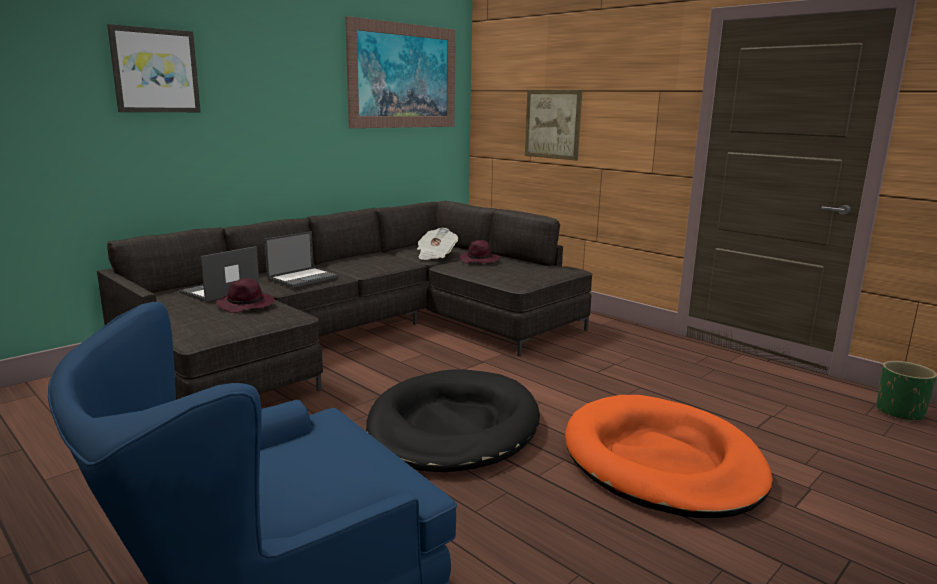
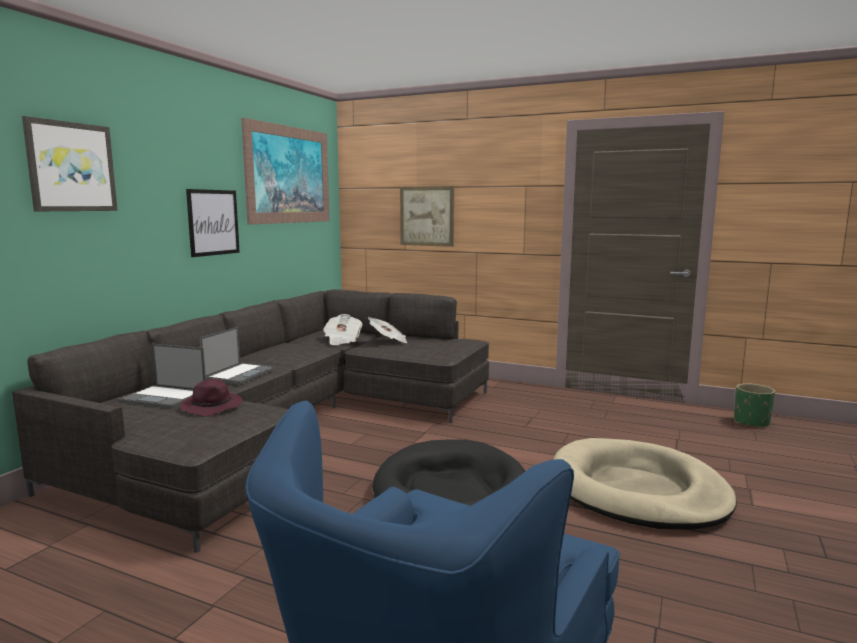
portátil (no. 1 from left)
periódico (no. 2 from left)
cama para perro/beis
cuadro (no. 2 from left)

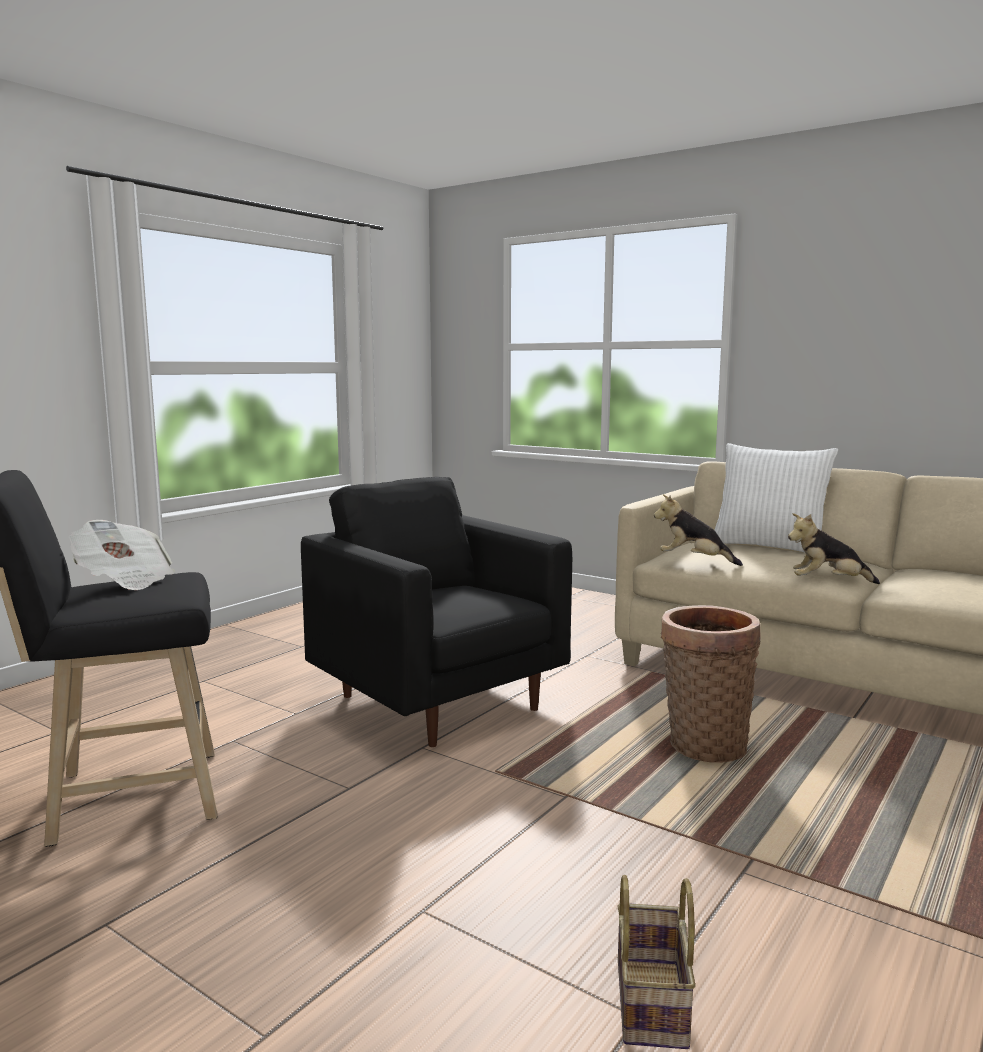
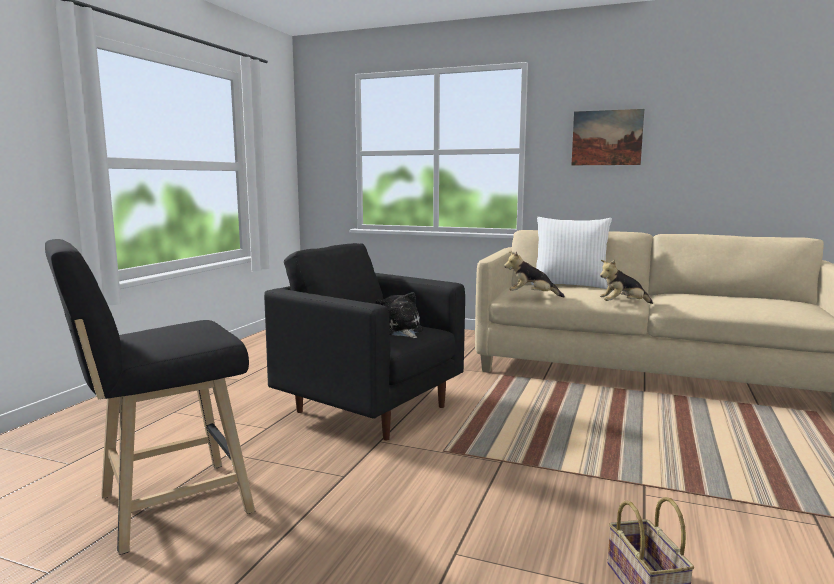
periódico
cesta (no. 2 from left in the first image)
peluche (no. 1 from left)
cuadro

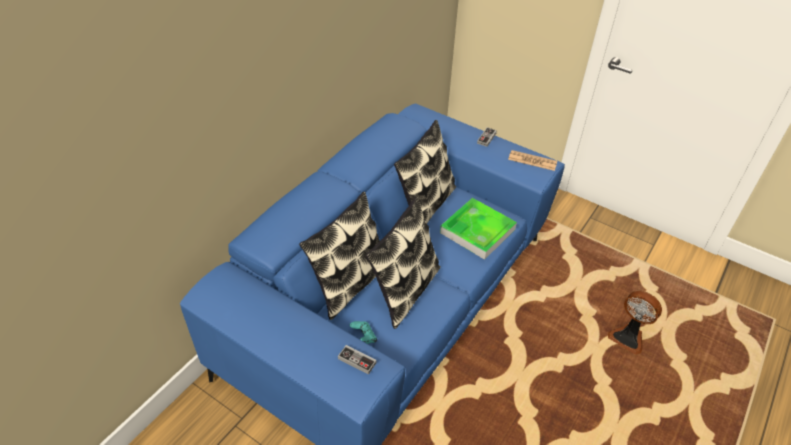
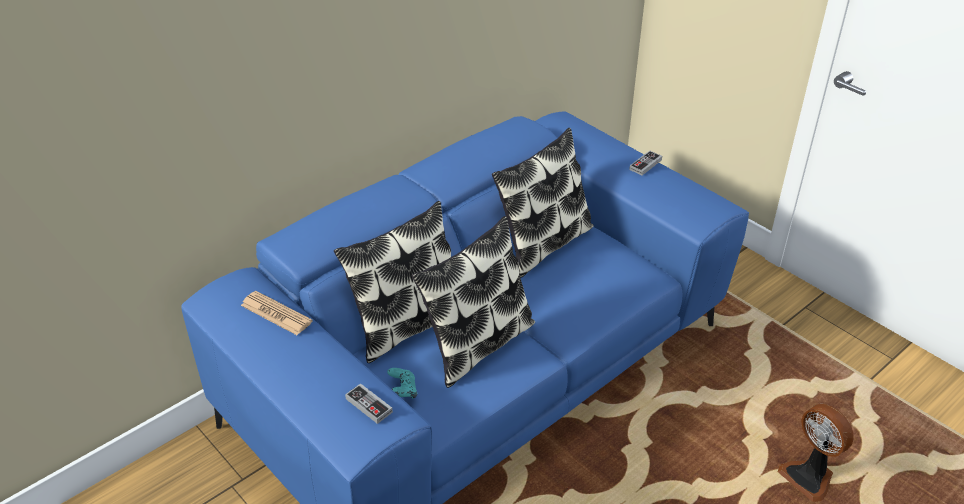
bandeja
periódico

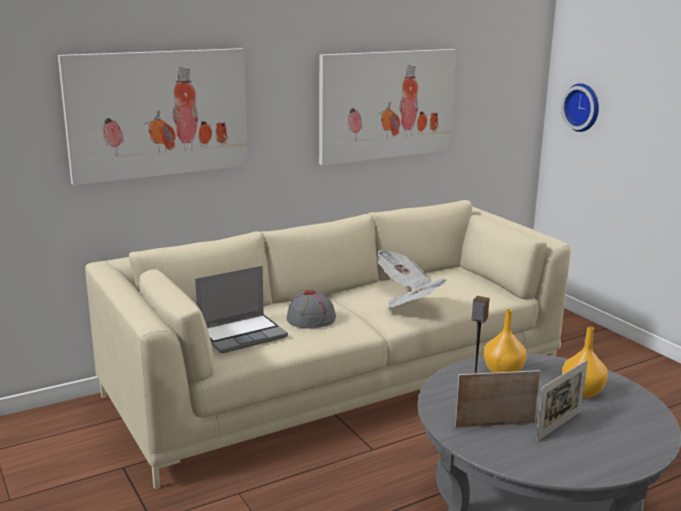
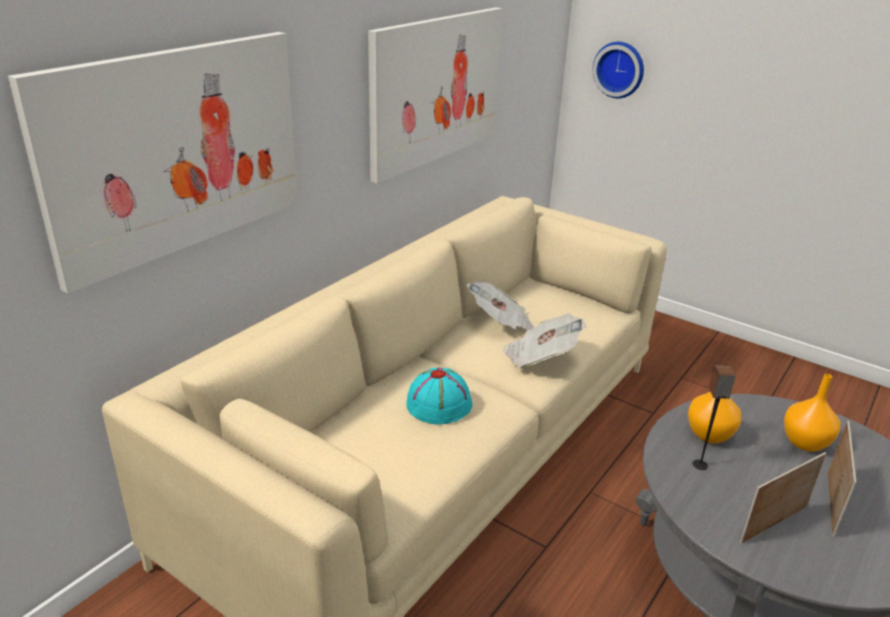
portátil
sombrero/turquesa

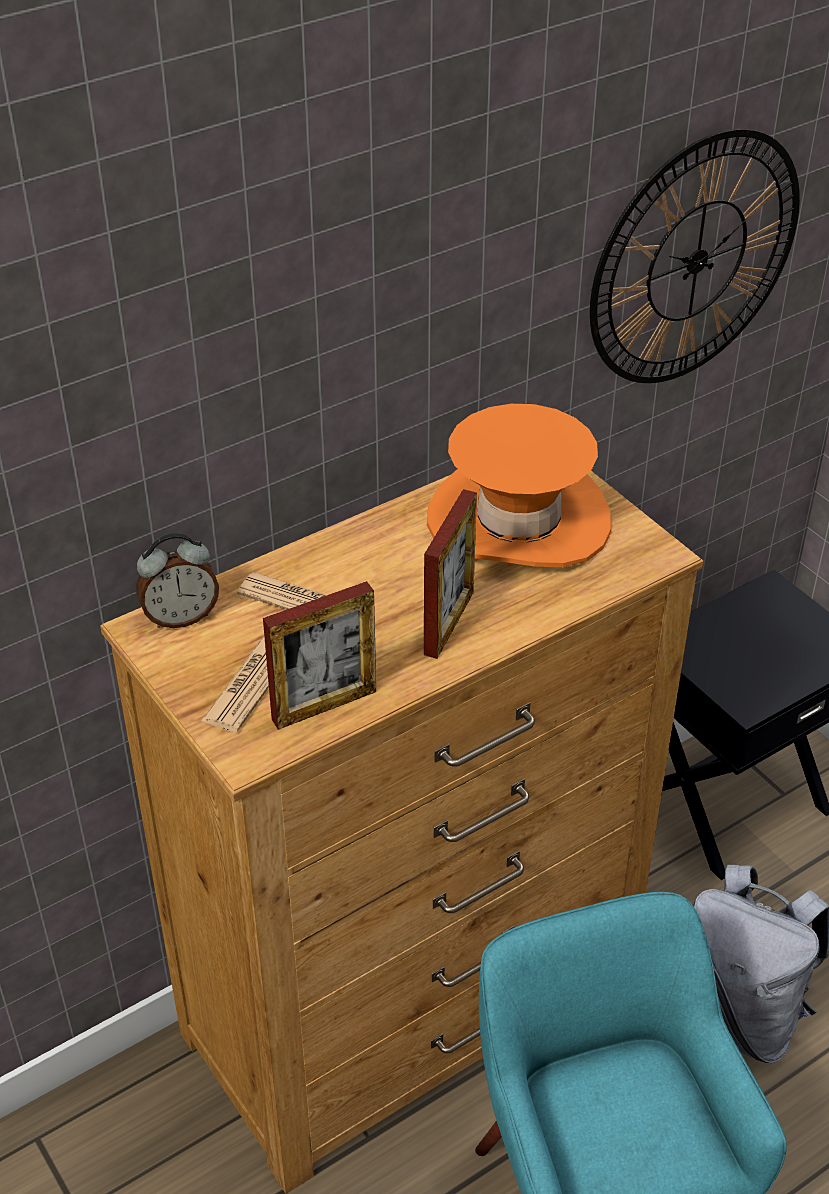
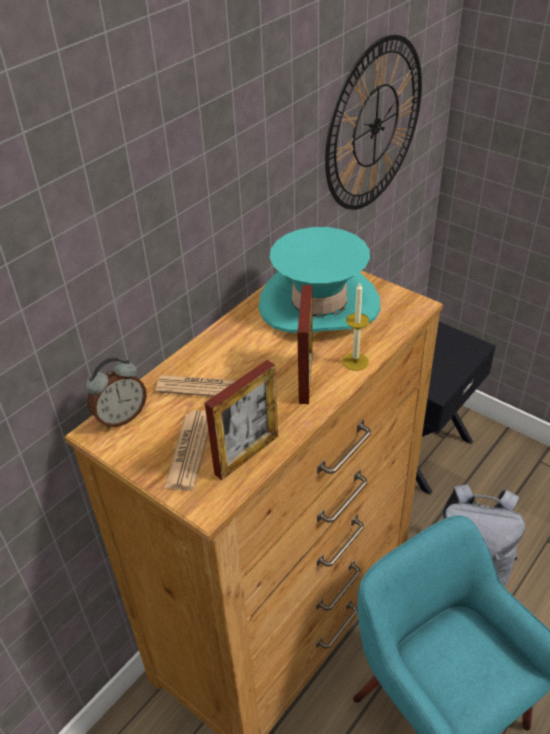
sombrero/turquesa
vela

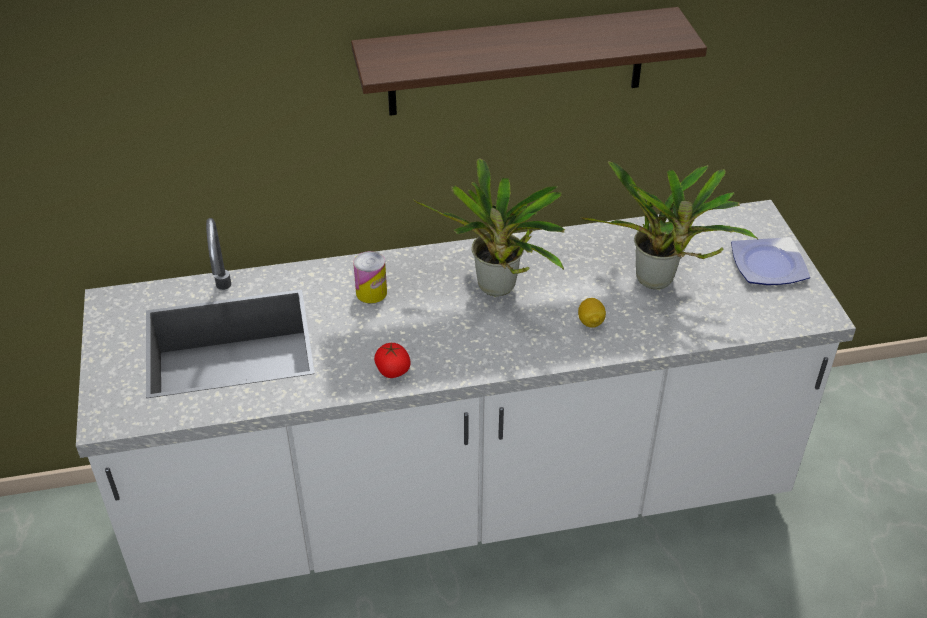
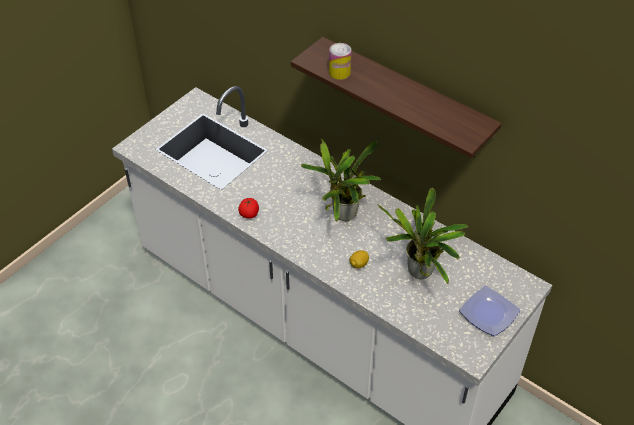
lata

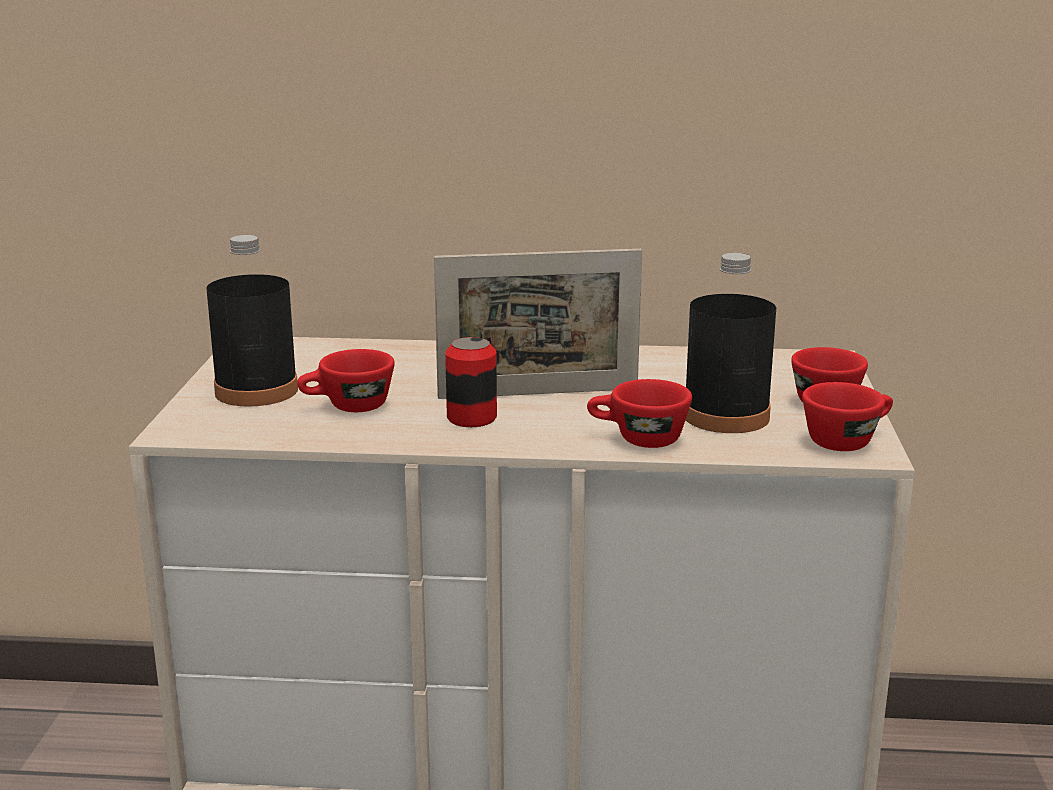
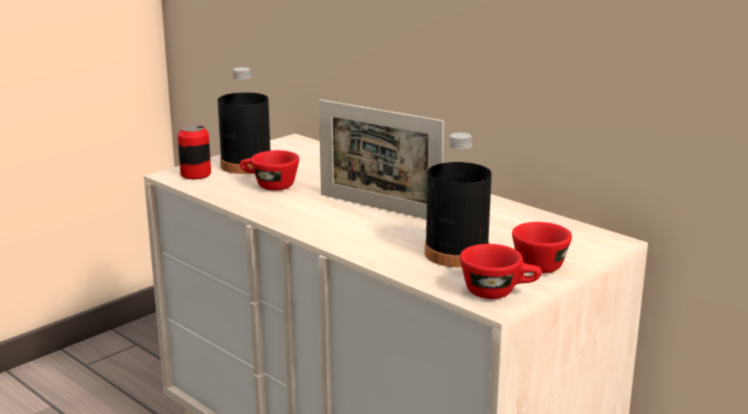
lata
taza/rojo (no. 2 from left in the first image)

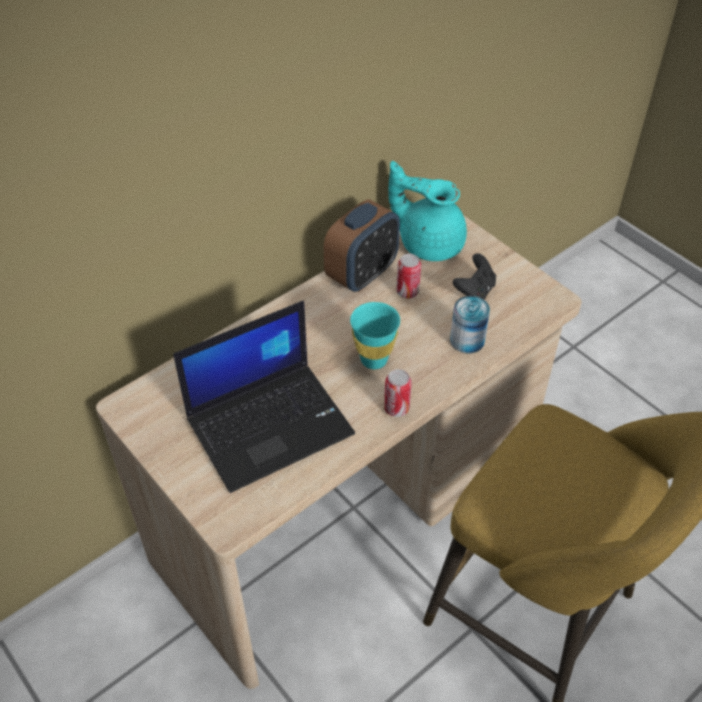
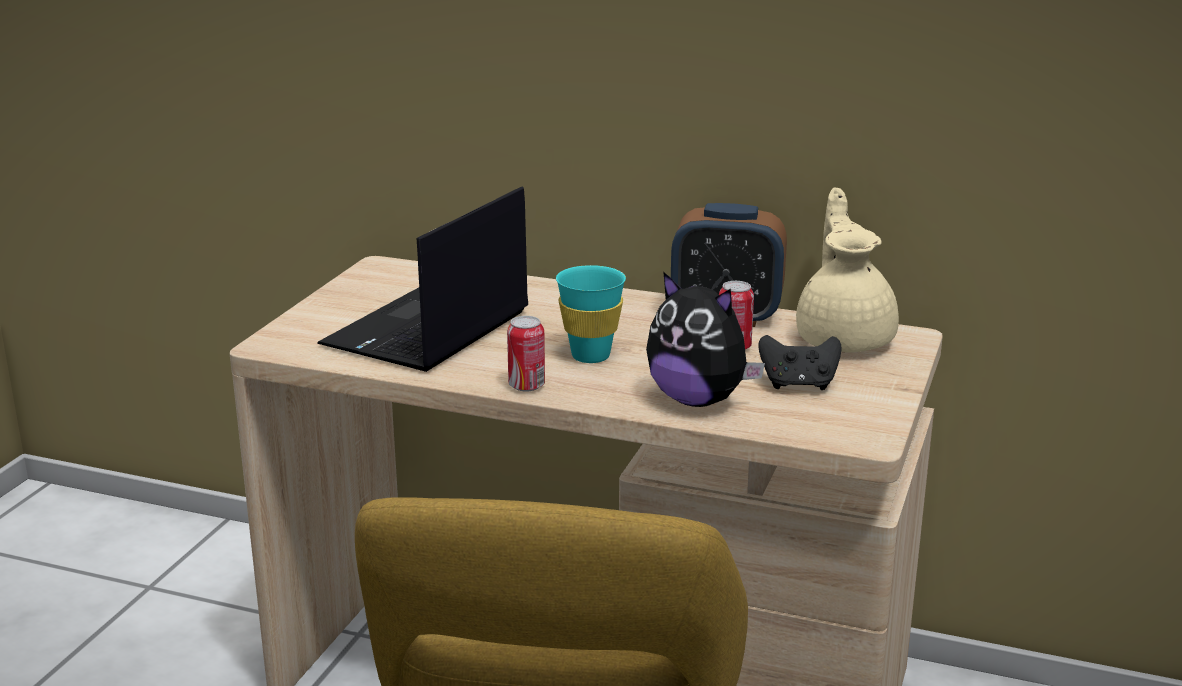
portátil
tetera/beis
peluche

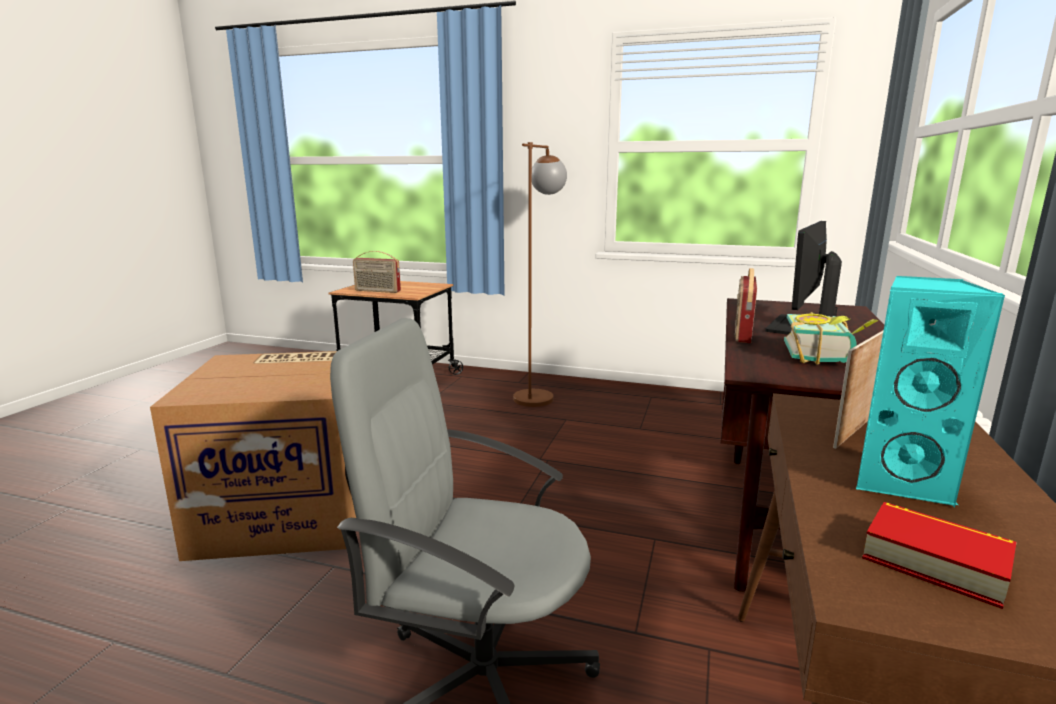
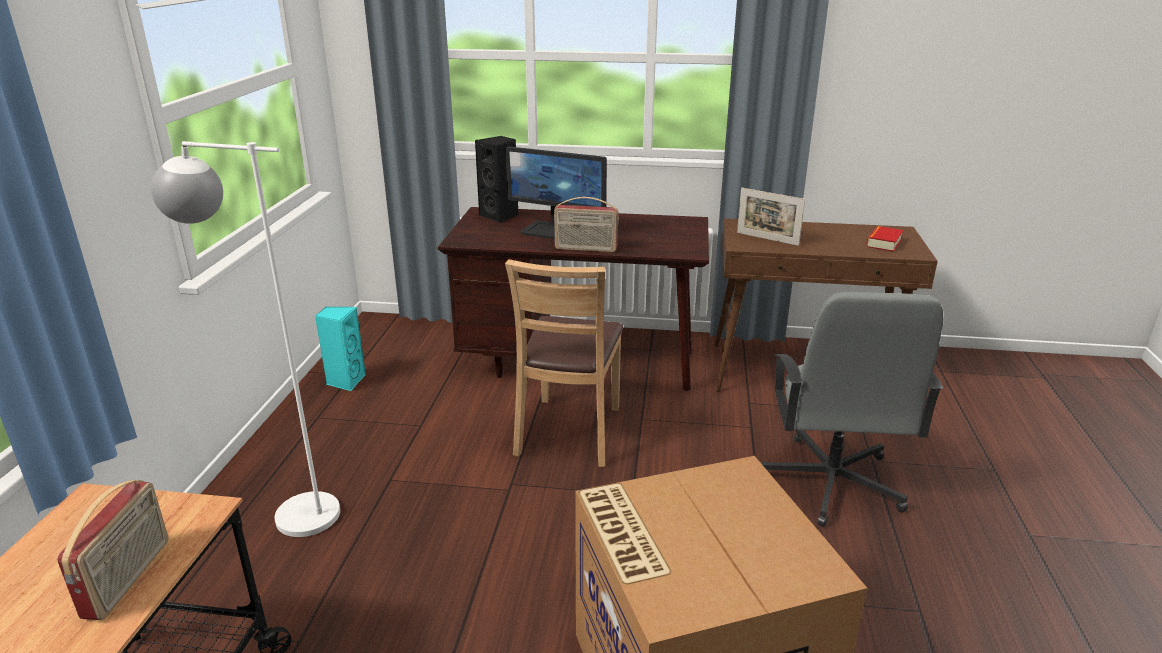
lámpara de pie/blanco
libro (no. 1 from left in the first image)
altavoz/turquesa
altavoz/negro
silla/marrón

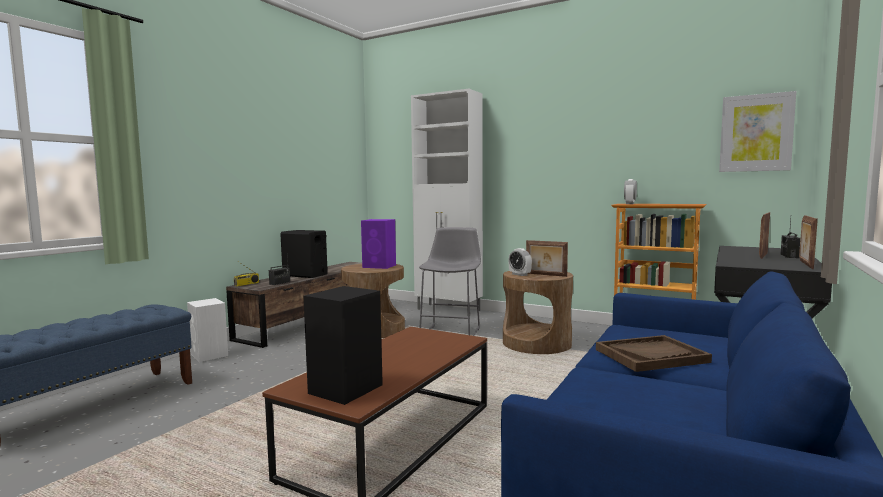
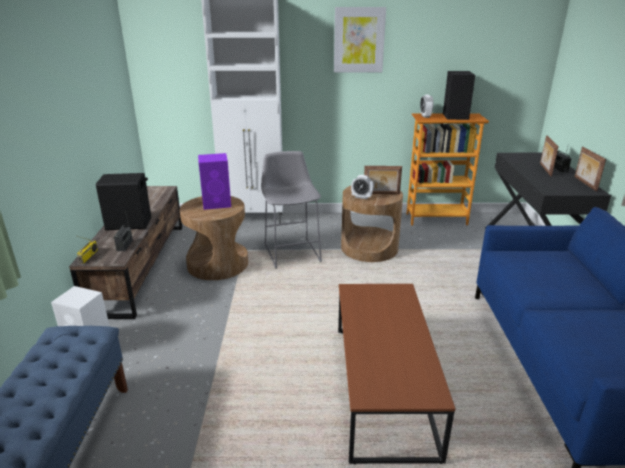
altavoz/negro (no. 2 from left)
bandeja/marrón
cuadro

